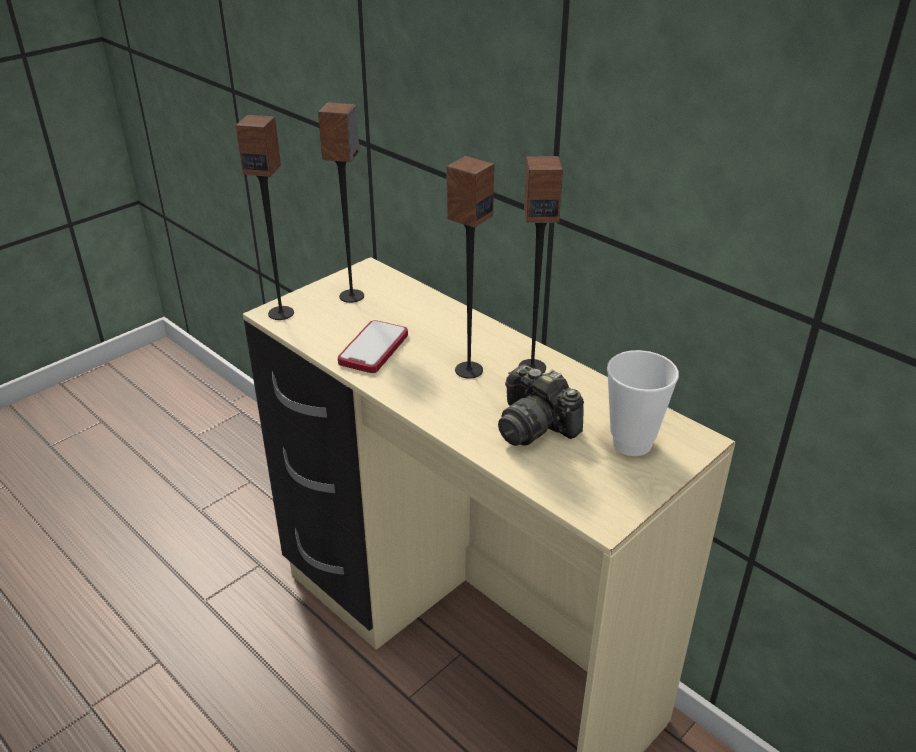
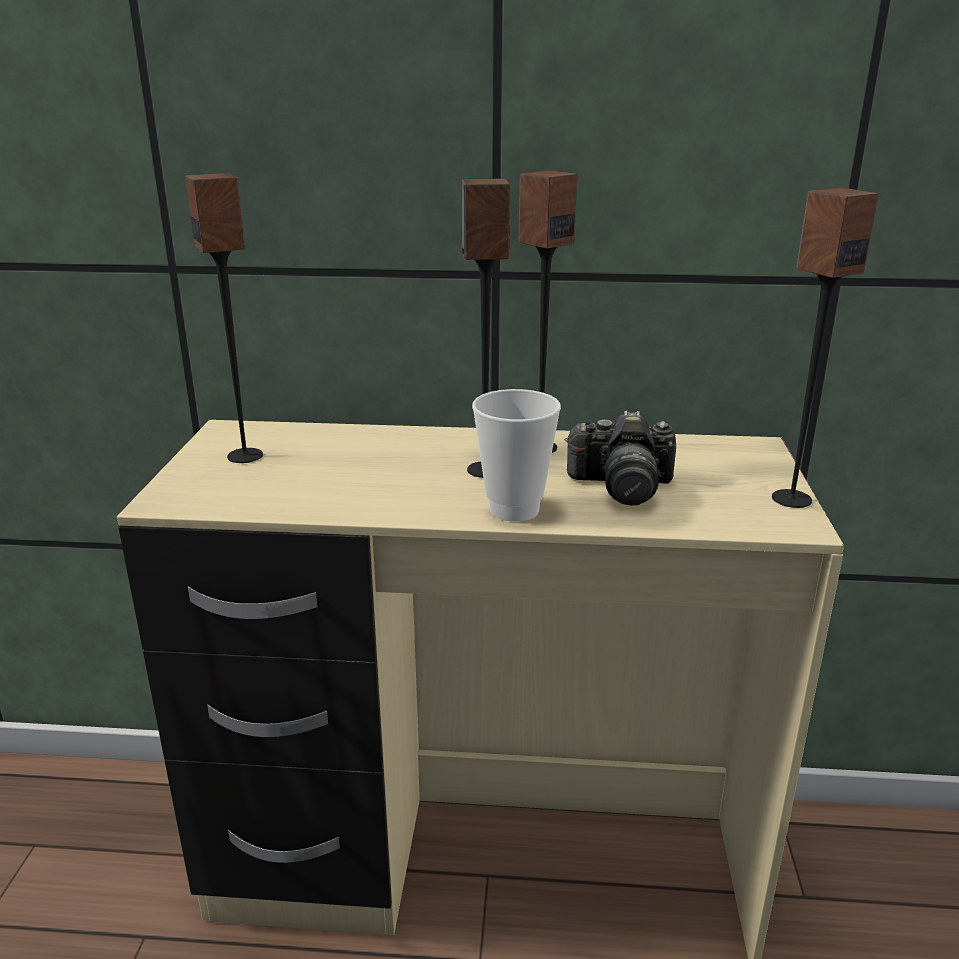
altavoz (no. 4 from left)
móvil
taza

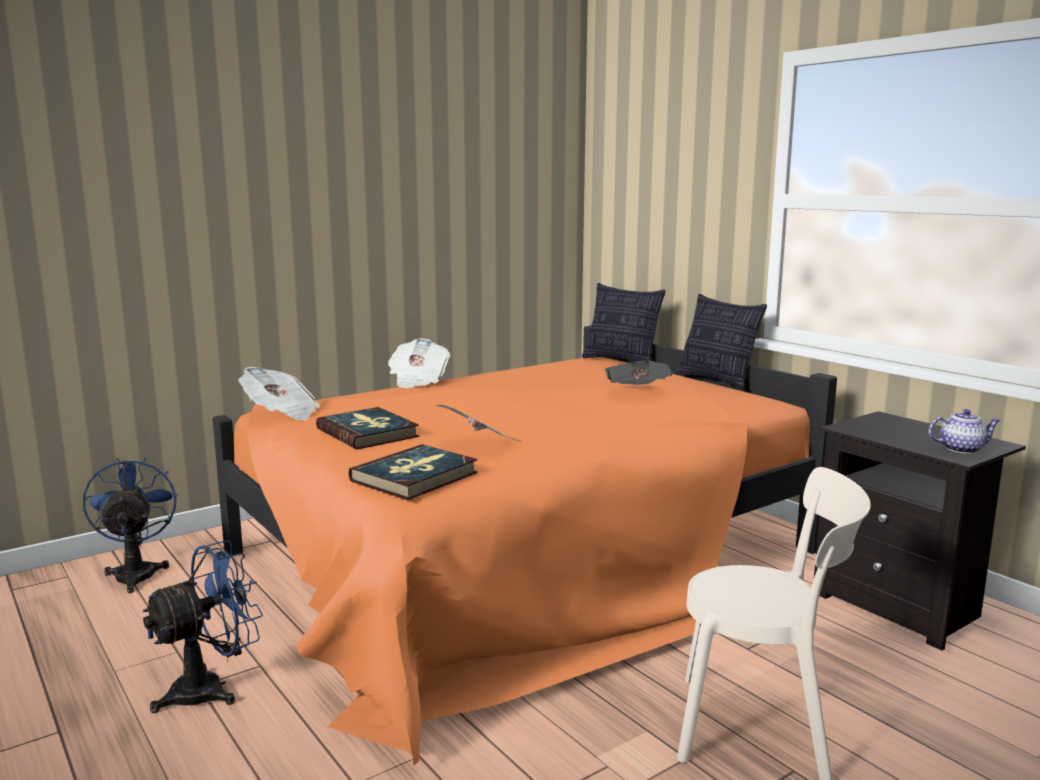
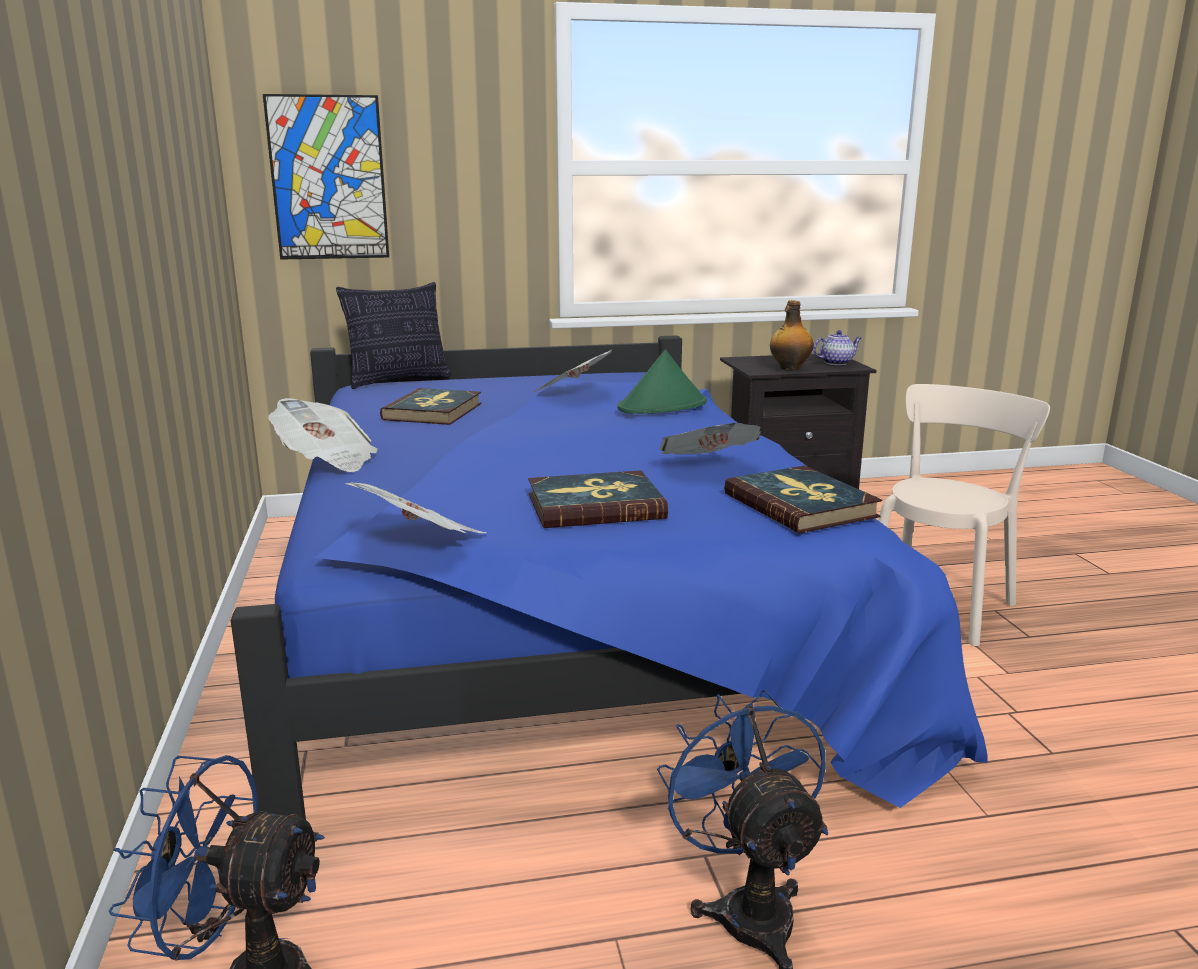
cama/azul
cojín (no. 2 from left in the first image)
tetera
cuadro
libro (no. 1 from left)
sombrero/verde
botella

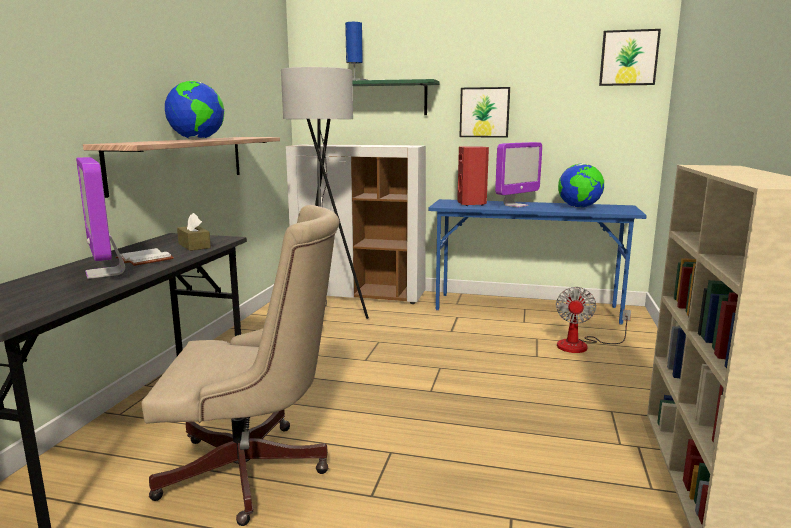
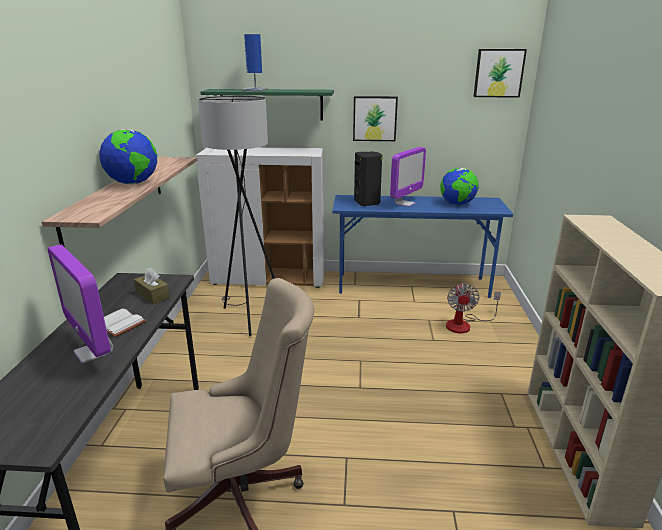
altavoz/negro

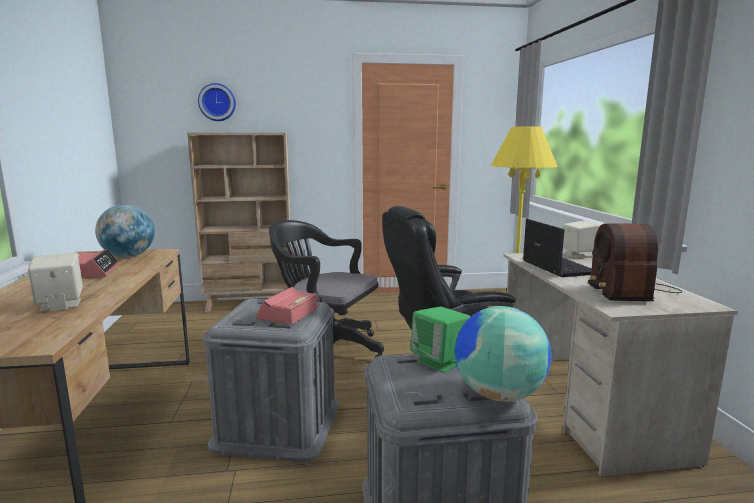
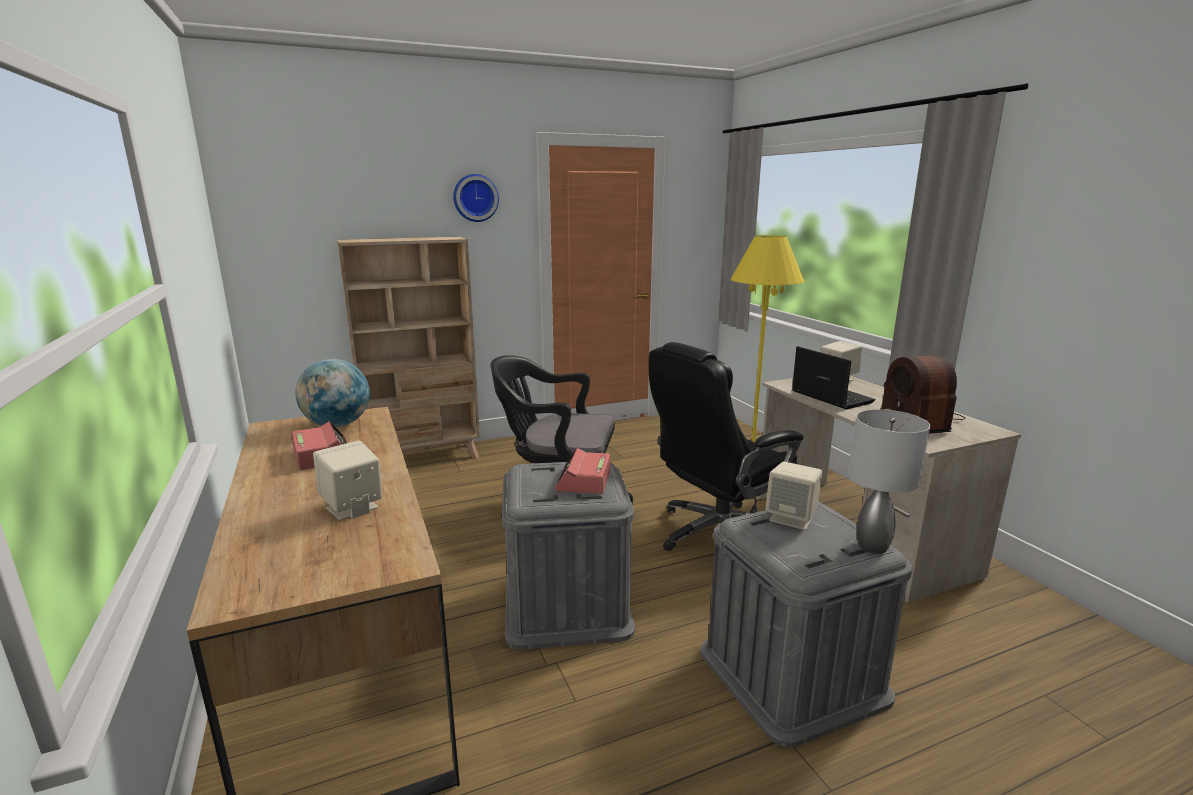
reloj de pared
altavoz/beis (no. 2 from left)
lámpara de mesa/gris

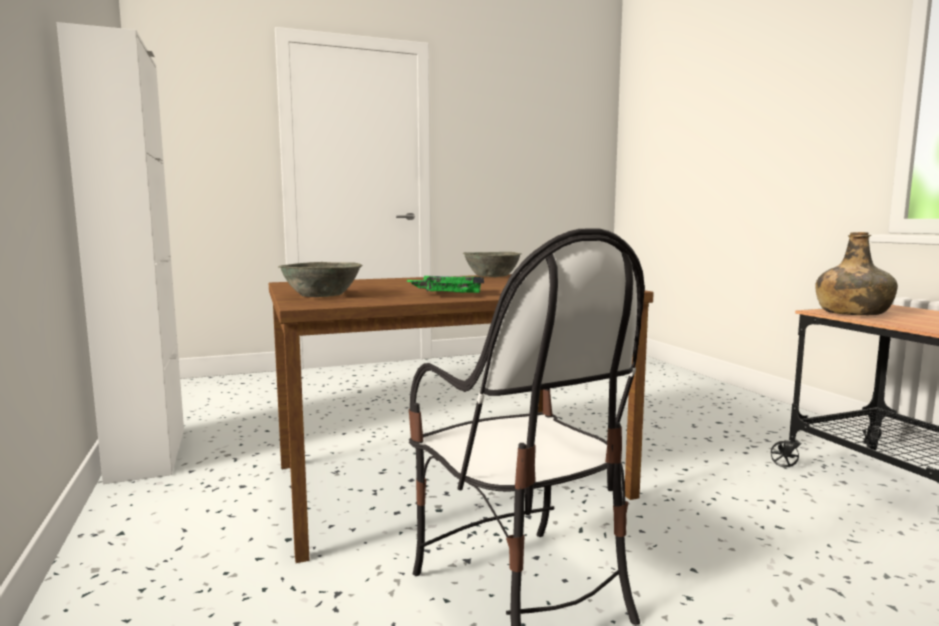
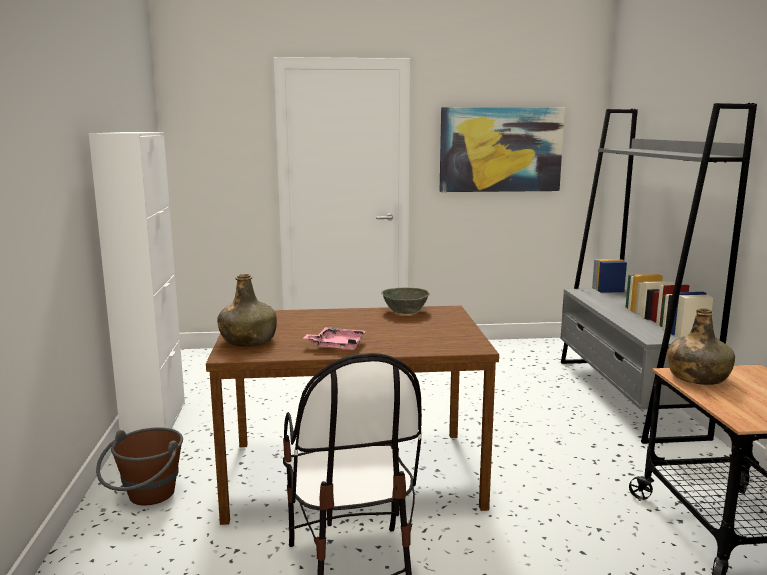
botella/verde (no. 1 from left)
bandeja/rosa
cubo/marrón
cuadro
estantería/gris

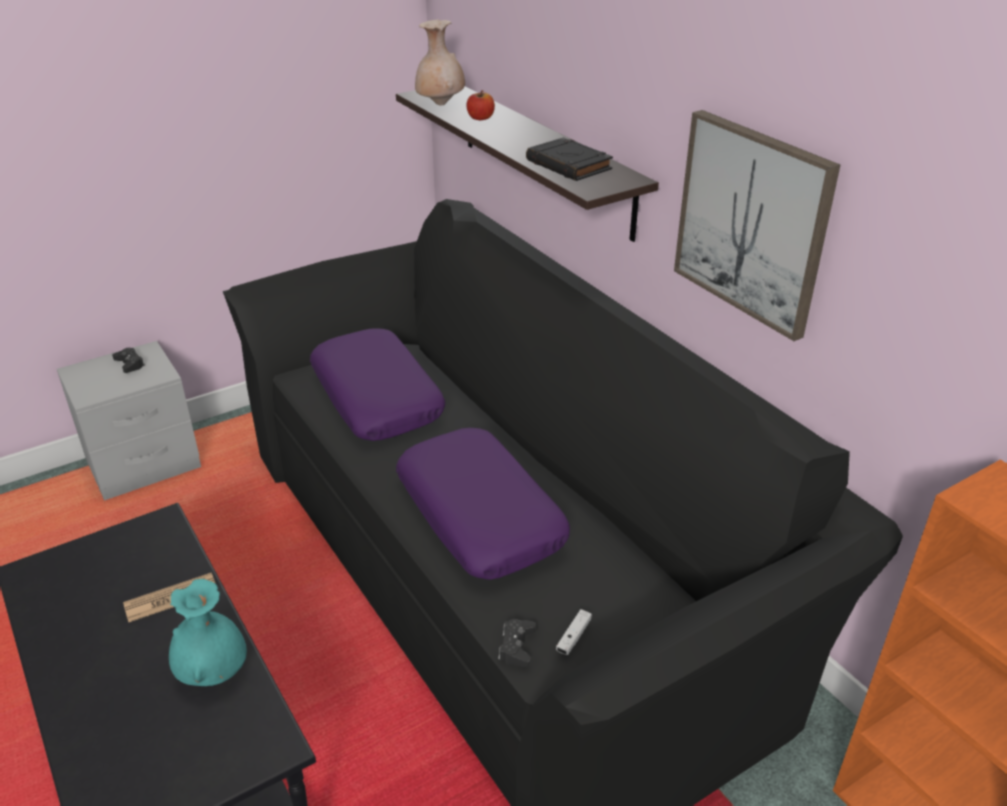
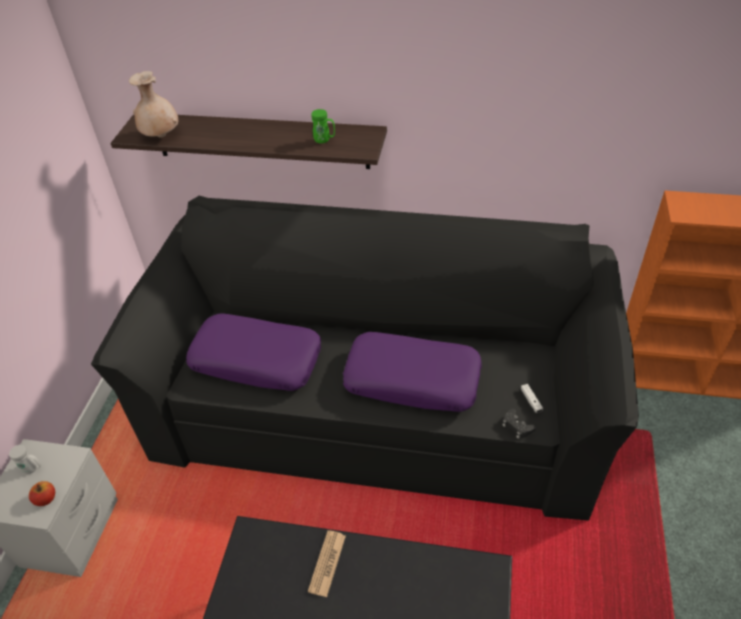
taza grande/blanco
florero/turquesa
manzana
taza grande/verde
cuadro

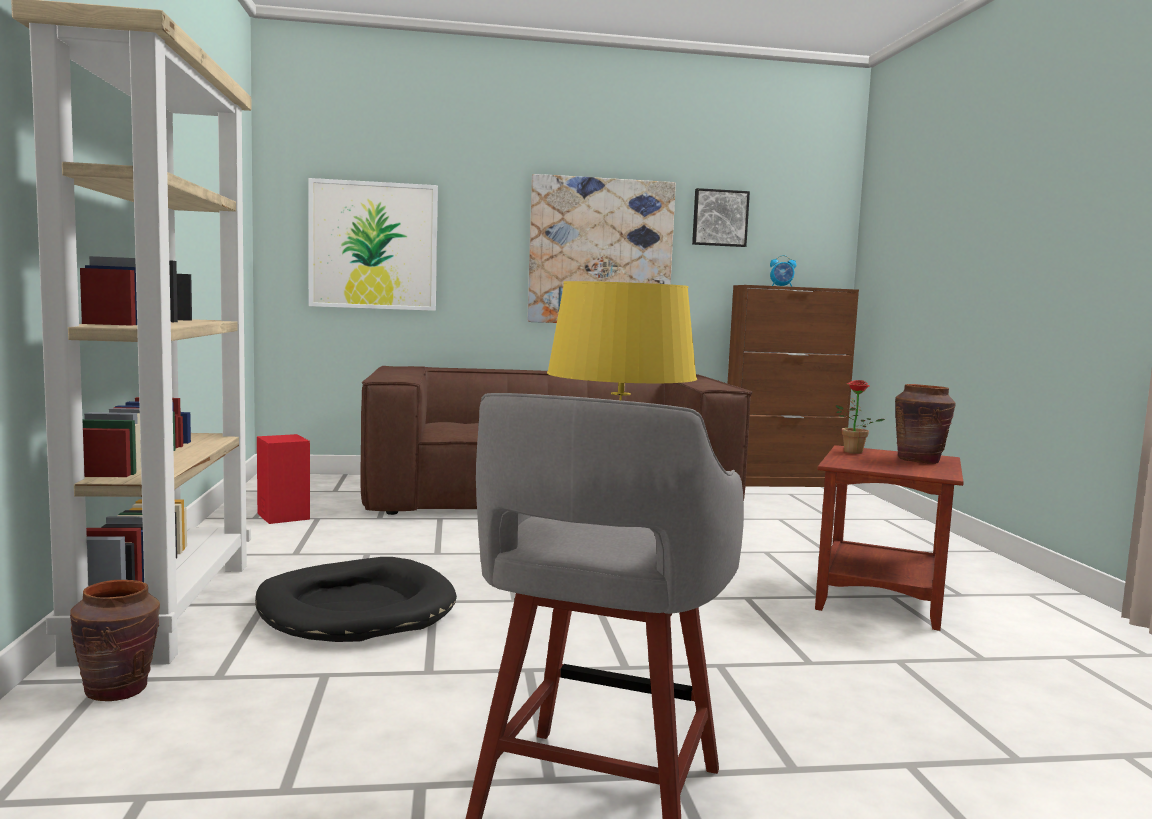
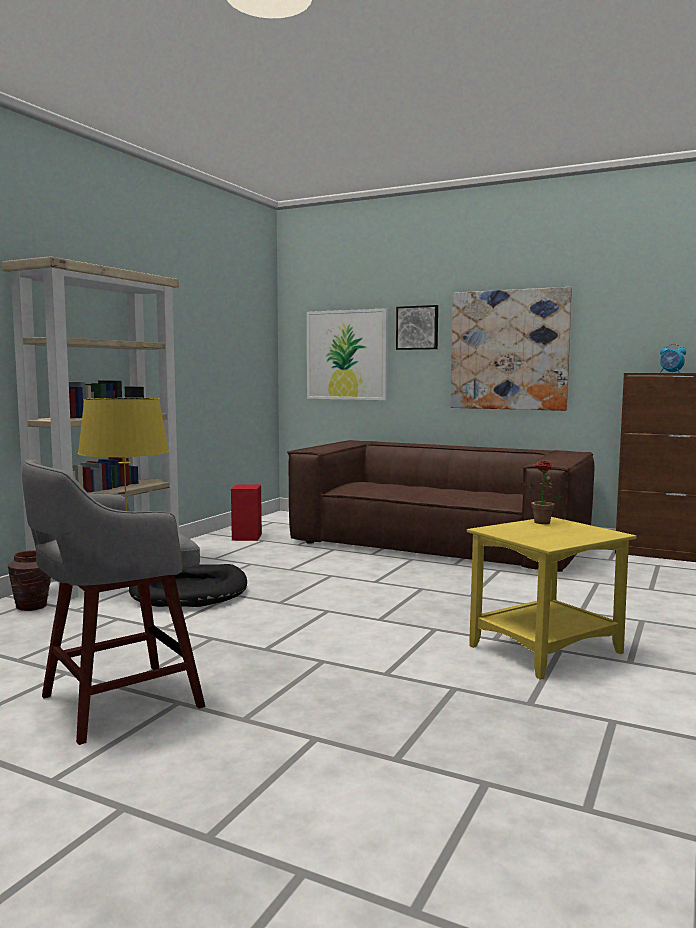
cuadro (no. 2 from left)
mesa auxiliar/amarillo
florero/marrón (no. 2 from left in the first image)

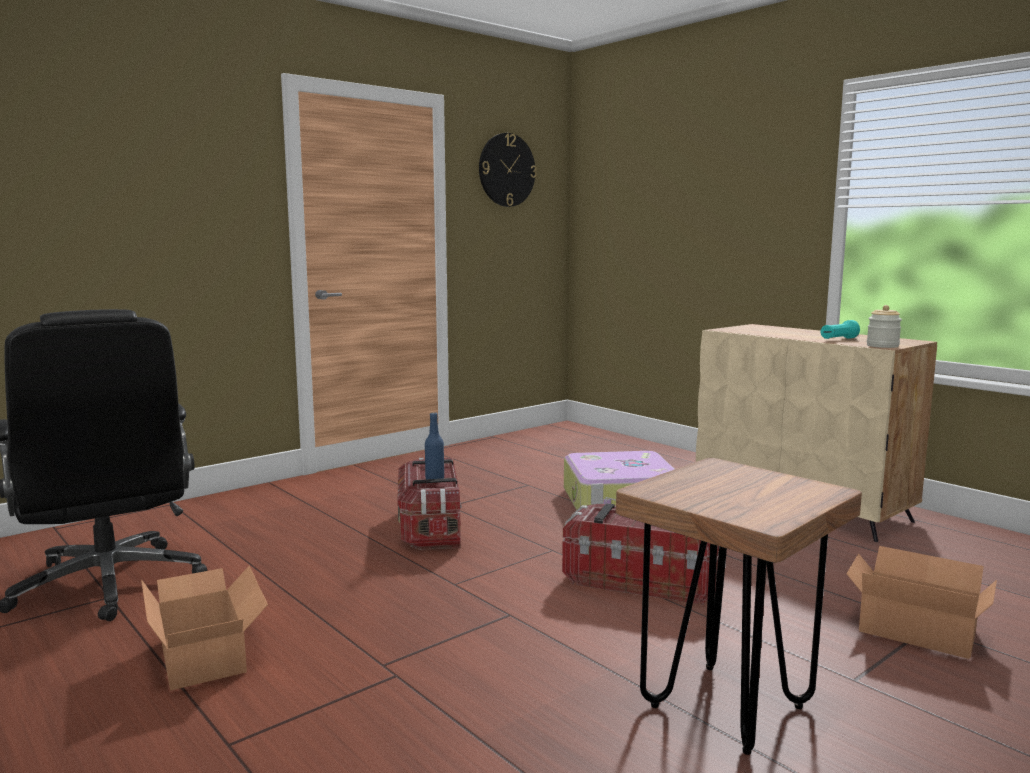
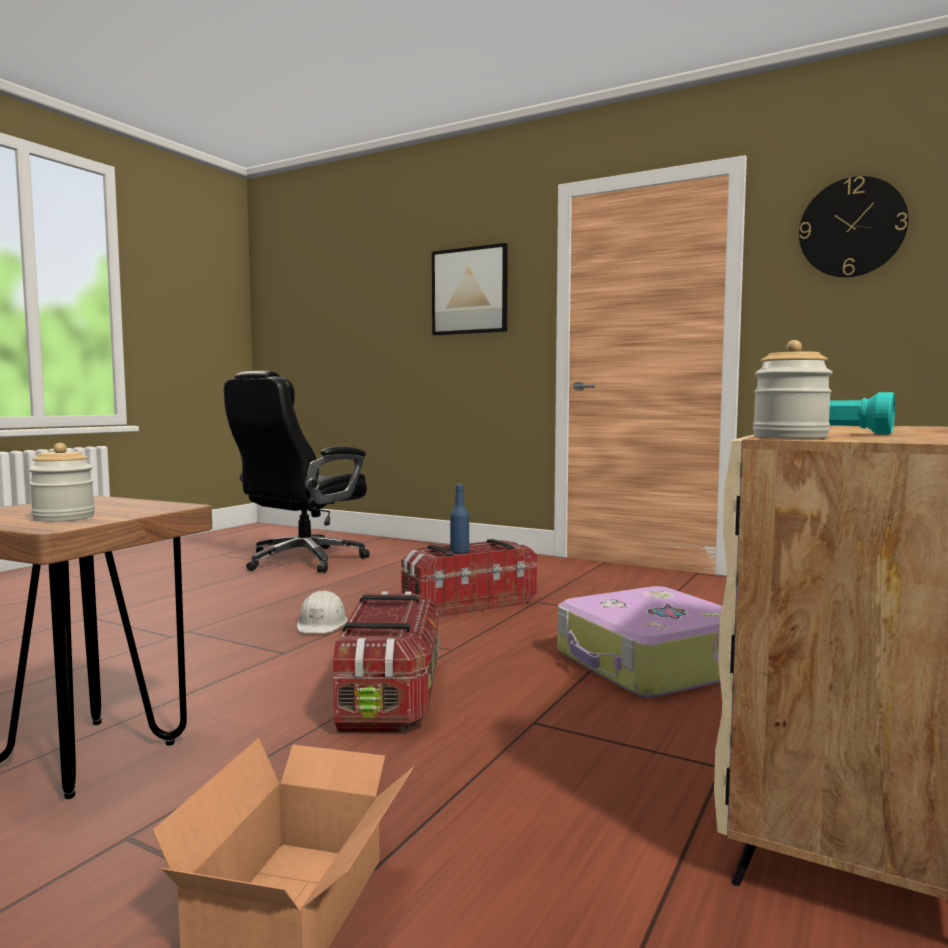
caja de cartón (no. 1 from left in the first image)
tarro (no. 1 from left)
casco/blanco
cuadro

